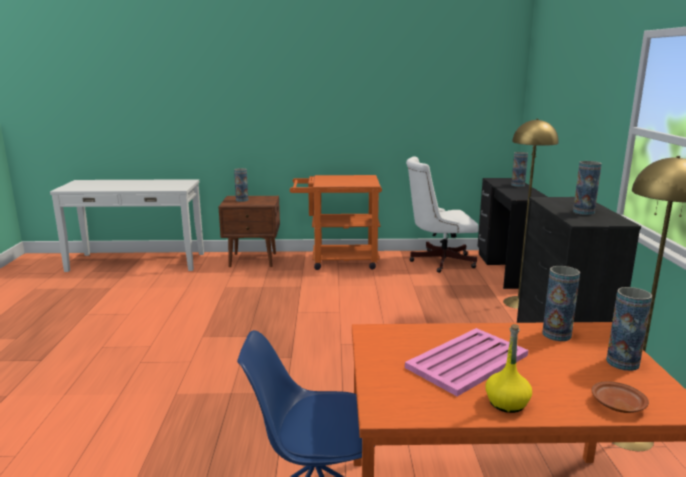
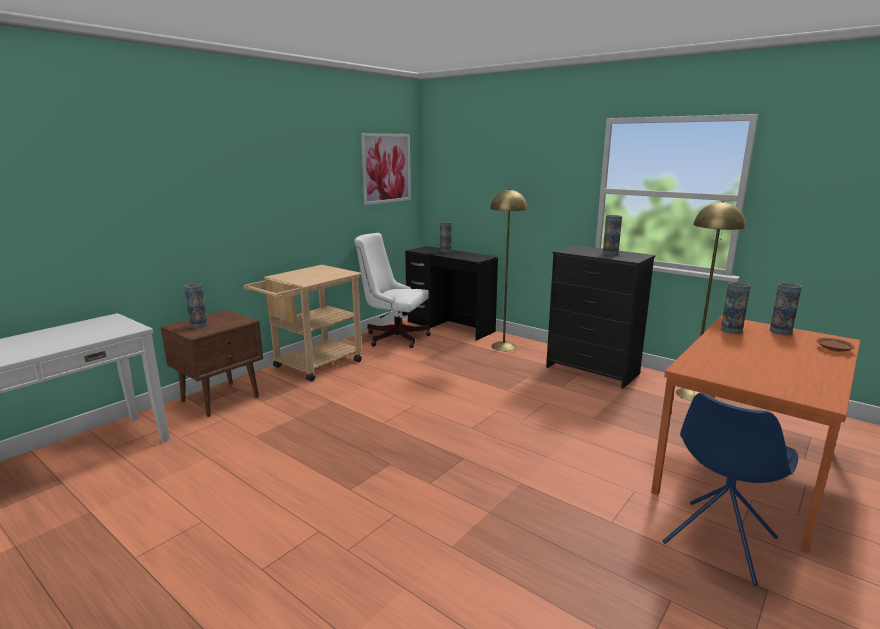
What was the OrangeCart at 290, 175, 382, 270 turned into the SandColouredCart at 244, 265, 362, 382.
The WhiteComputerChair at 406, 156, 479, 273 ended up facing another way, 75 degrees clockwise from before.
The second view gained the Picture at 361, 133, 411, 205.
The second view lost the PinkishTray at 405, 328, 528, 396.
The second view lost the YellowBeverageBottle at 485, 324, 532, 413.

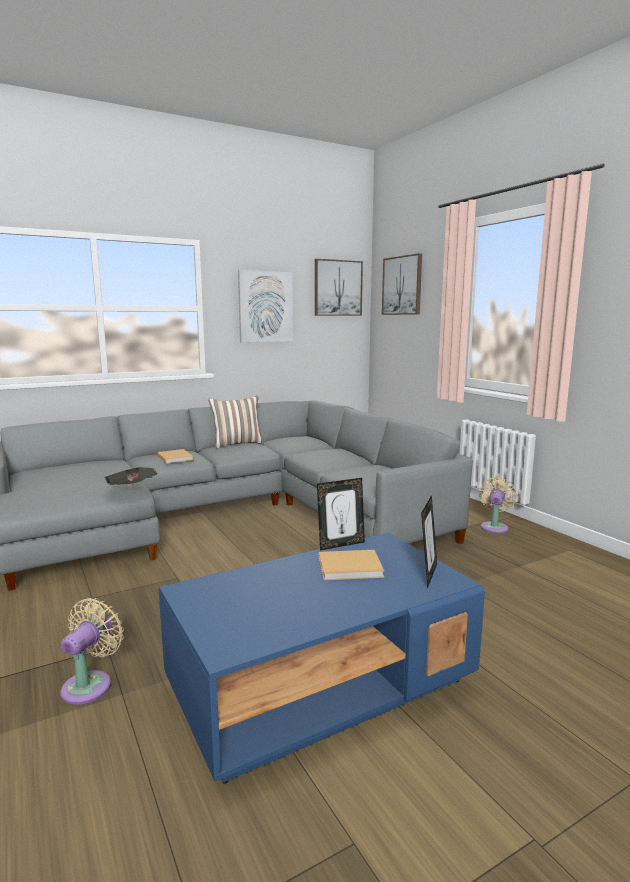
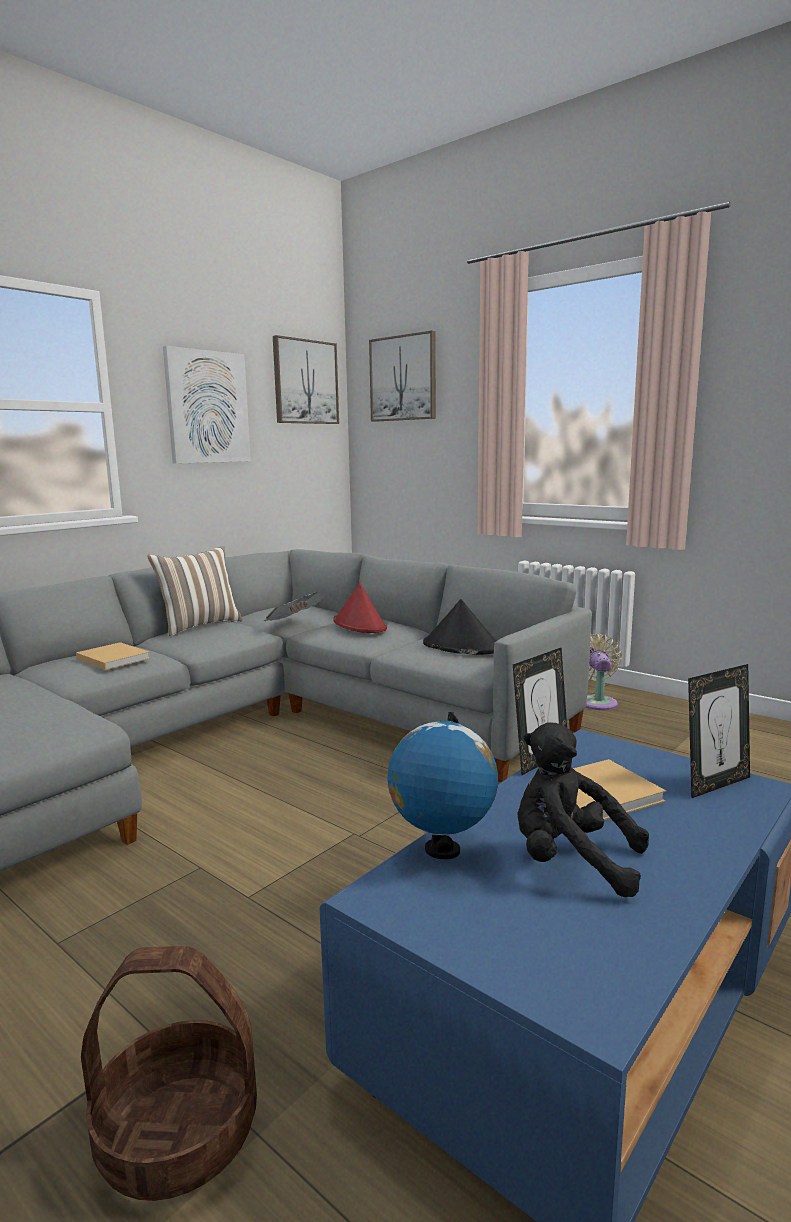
Where the SandColouredFan stood at 60, 598, 124, 705, the HouseholdBasket came to stand at 81, 946, 257, 1201.
The DailyPaper ended up elsewhere, having gone from 104, 467, 158, 485 to 264, 592, 326, 621.
The second view gained the RedWearableHat at 334, 582, 387, 633.
The second view gained the Globe at 387, 712, 498, 859.
The second view gained the BlackWearableHat at 423, 599, 496, 655.
The second view gained the BlackSoftToy at 517, 723, 649, 897.
The StandingFrame at 421, 495, 437, 588 ended up facing another way, 60 degrees clockwise from before.

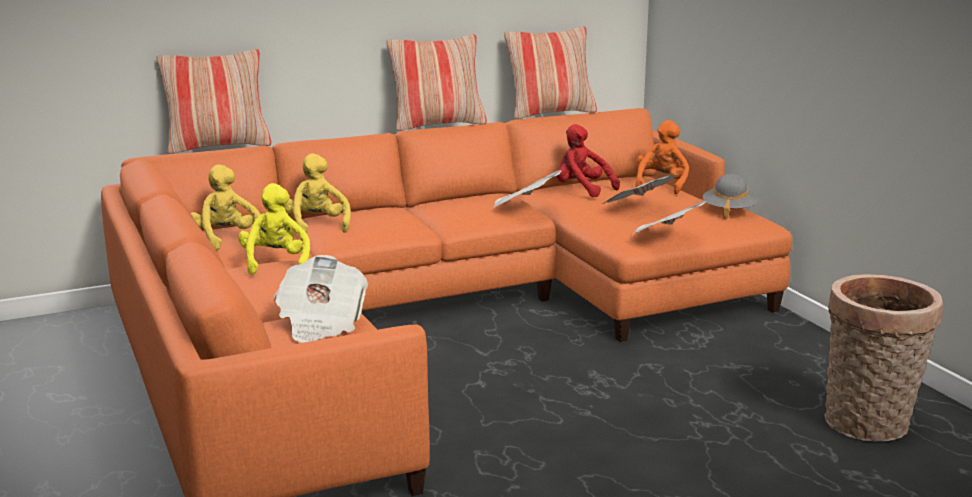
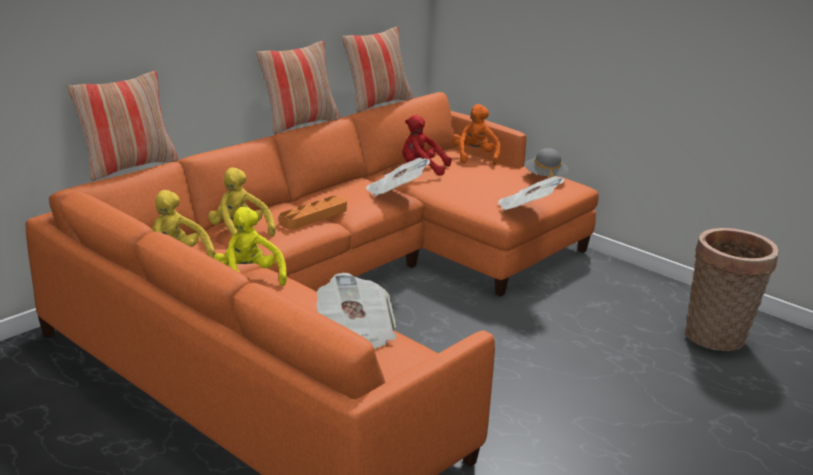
The second view gained the OrangeTray at 279, 196, 347, 230.
The second view lost the DailyPaper at 604, 175, 677, 203.

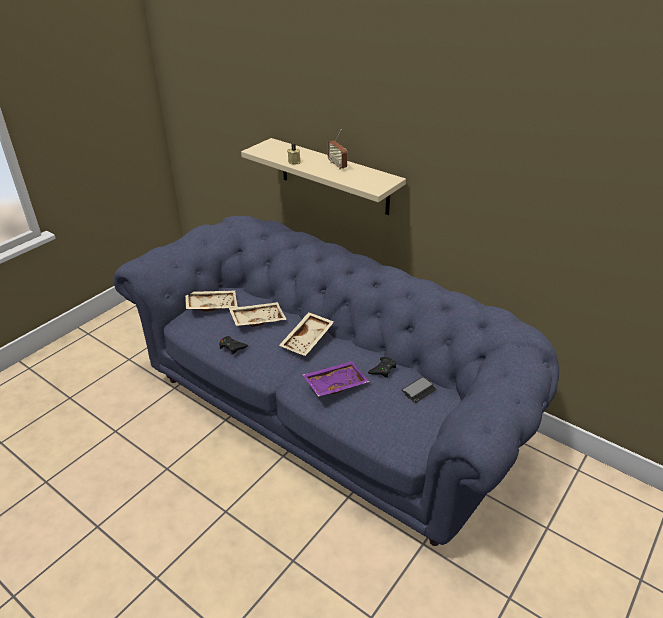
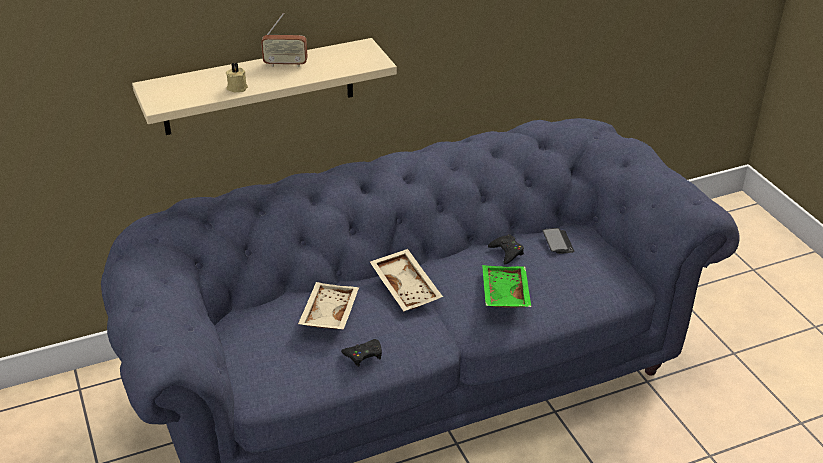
What was the PurplishTray at 302, 361, 369, 397 turned into the GreenishTray at 482, 265, 532, 308.
The second view lost the SandColouredTray at 185, 291, 238, 312.

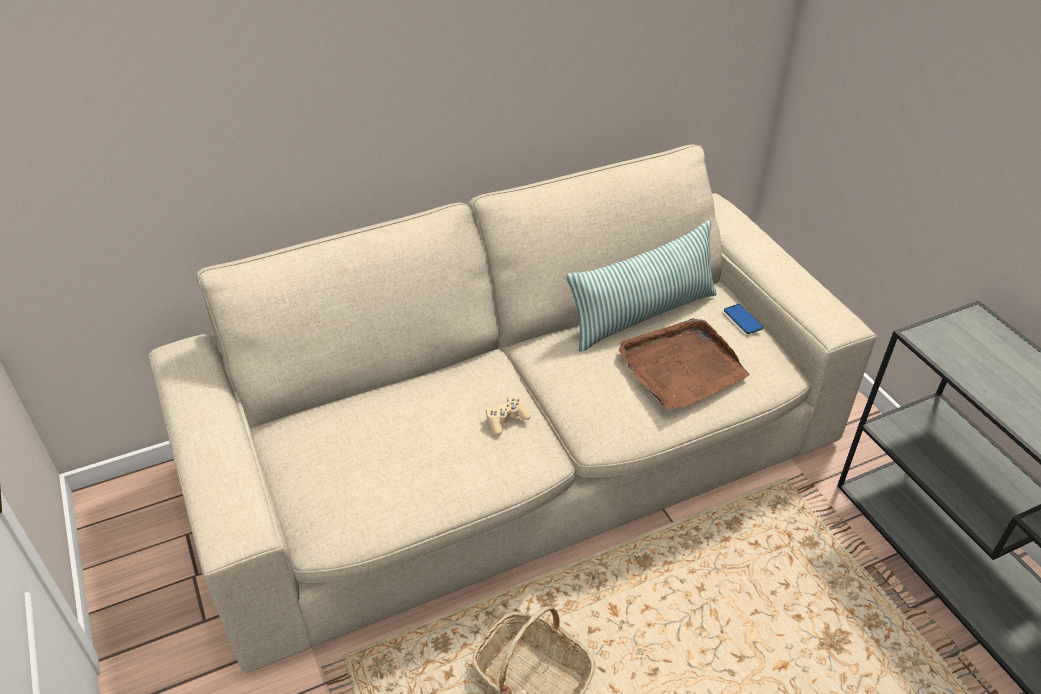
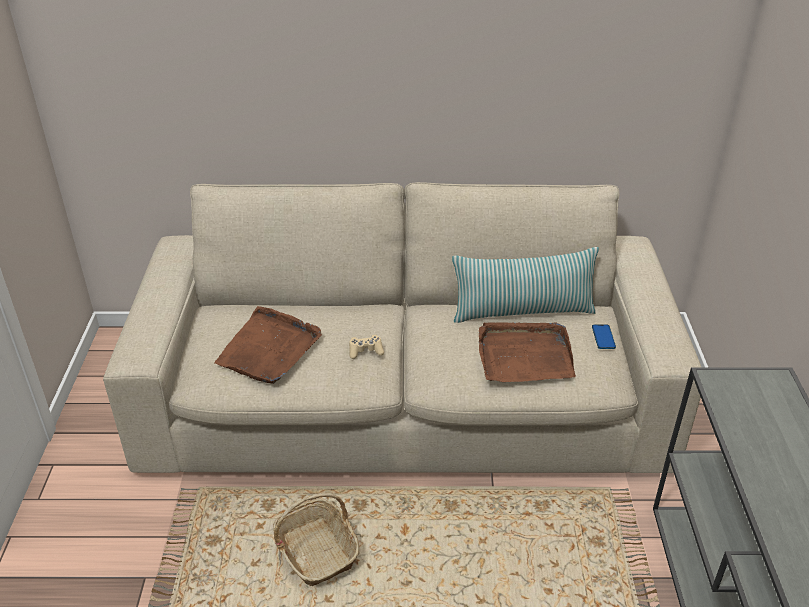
The second view gained the BrownTray at 214, 306, 322, 384.

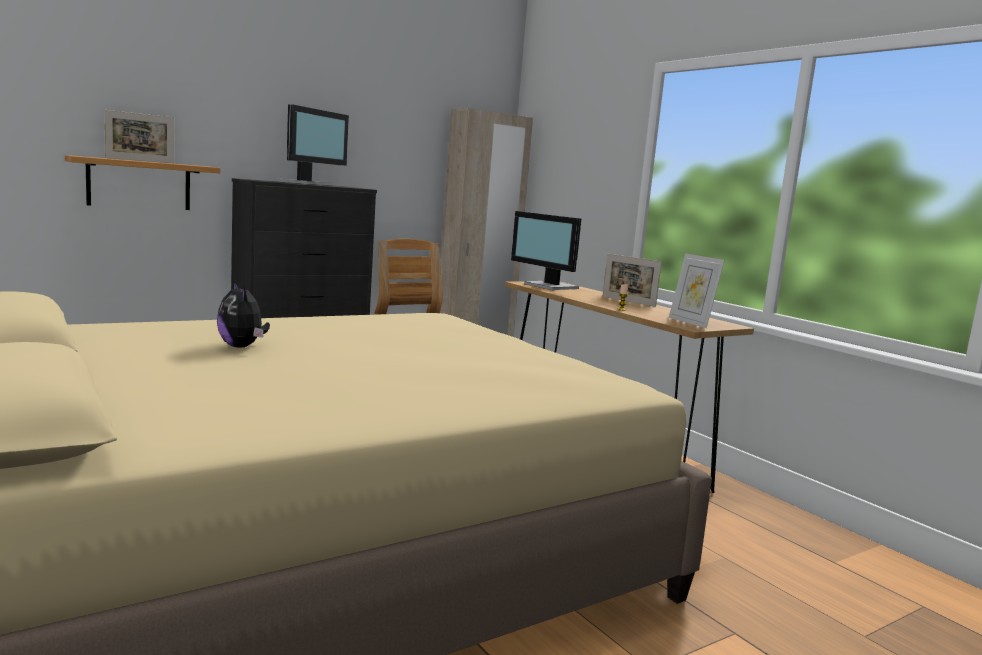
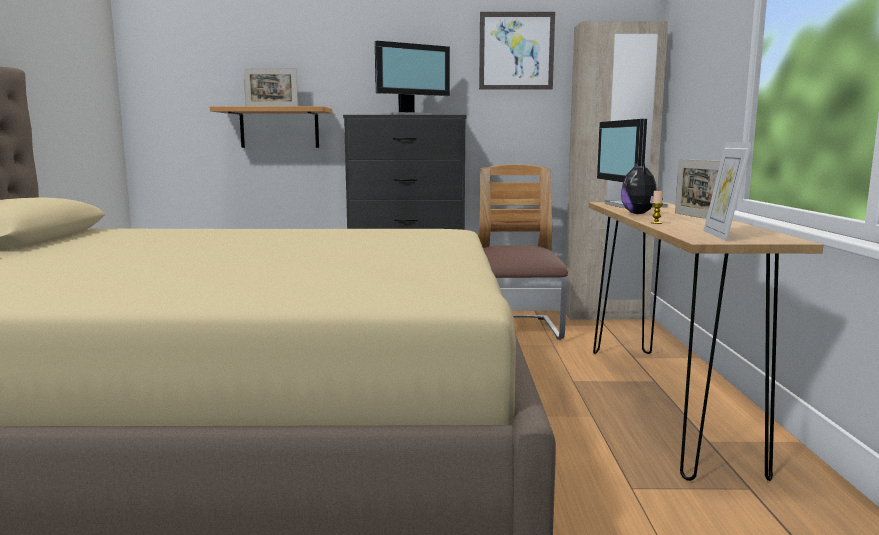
The second view gained the Picture at 479, 12, 555, 90.
The SoftToy ended up elsewhere, having gone from 217, 281, 270, 347 to 621, 162, 663, 214.

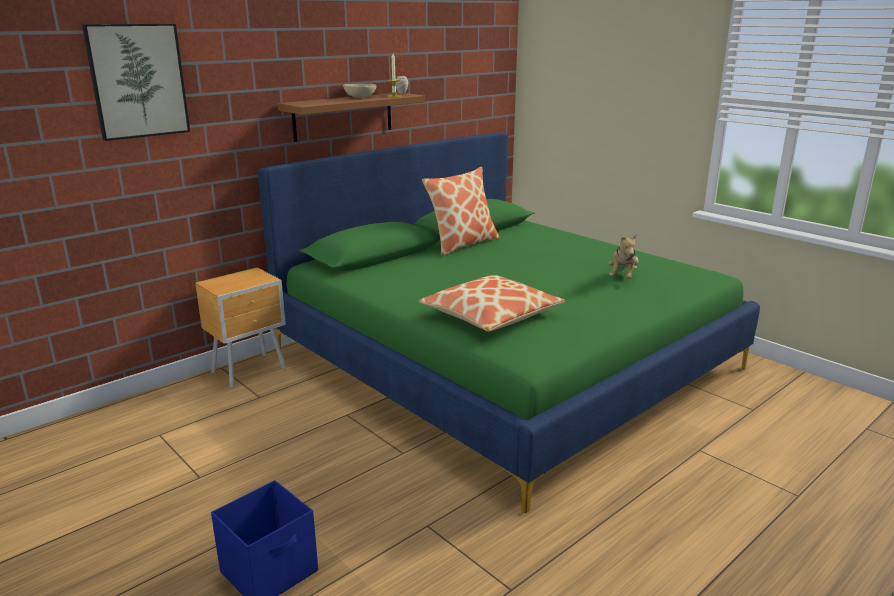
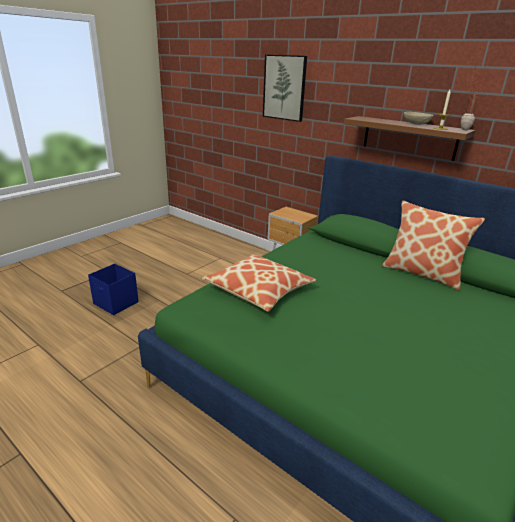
The second view lost the SoftToy at 608, 234, 639, 279.

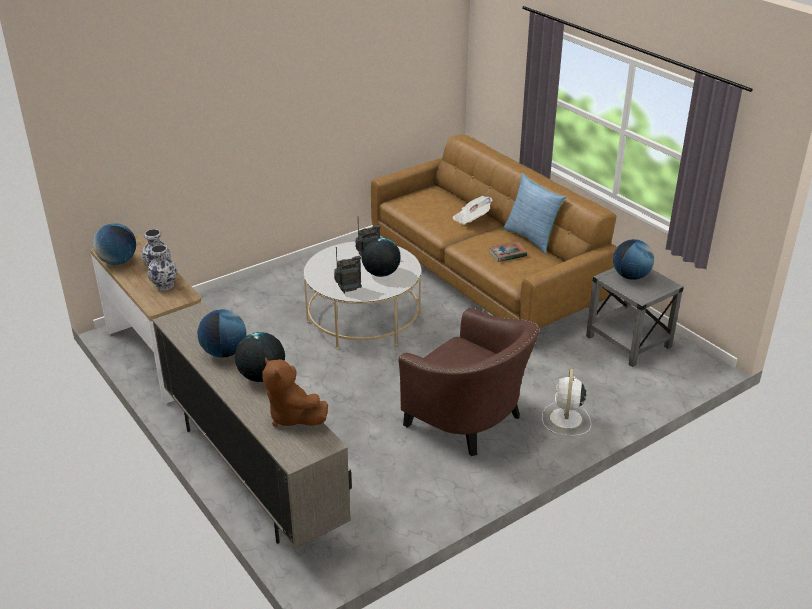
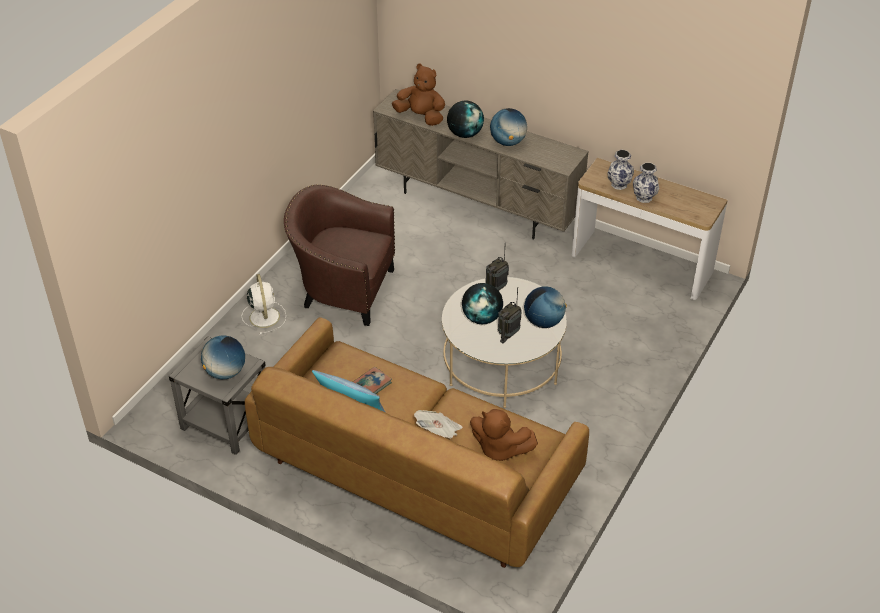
The second view gained the BrownSoftToy at 470, 409, 538, 461.
The Globe ended up elsewhere, having gone from 93, 223, 136, 265 to 524, 286, 567, 328.

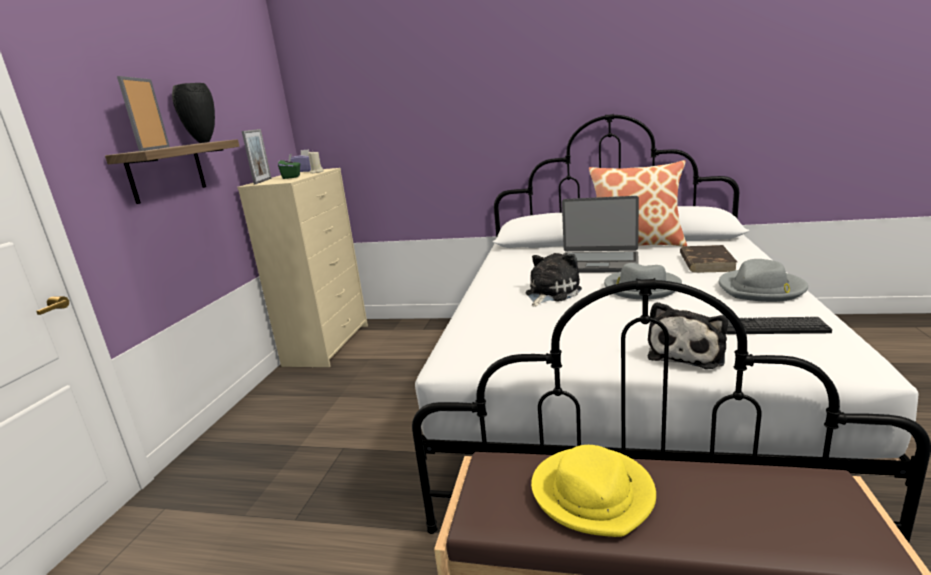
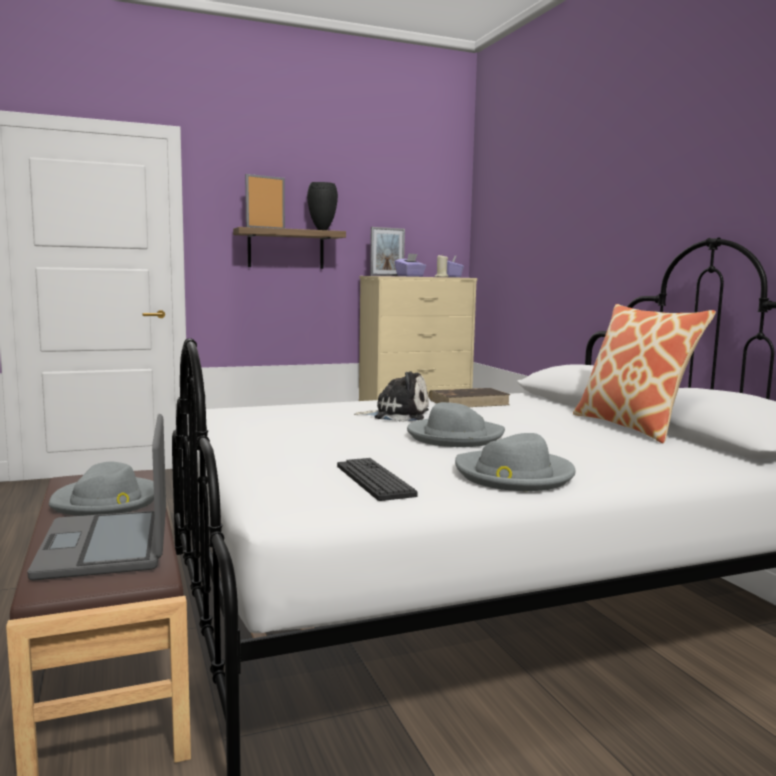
The Laptop ended up elsewhere, having gone from 562, 196, 639, 272 to 27, 414, 166, 580.
What was the YellowWearableHat at 531, 445, 656, 537 turned into the GreyishWearableHat at 49, 462, 154, 516.
What was the GreenishBoxOfTissues at 278, 154, 300, 179 turned into the PurplishBoxOfTissues at 395, 253, 426, 277.
The BrownBoundBook ended up elsewhere, having gone from 680, 245, 737, 273 to 429, 388, 511, 407.
The second view lost the SoftToy at 648, 302, 728, 369.

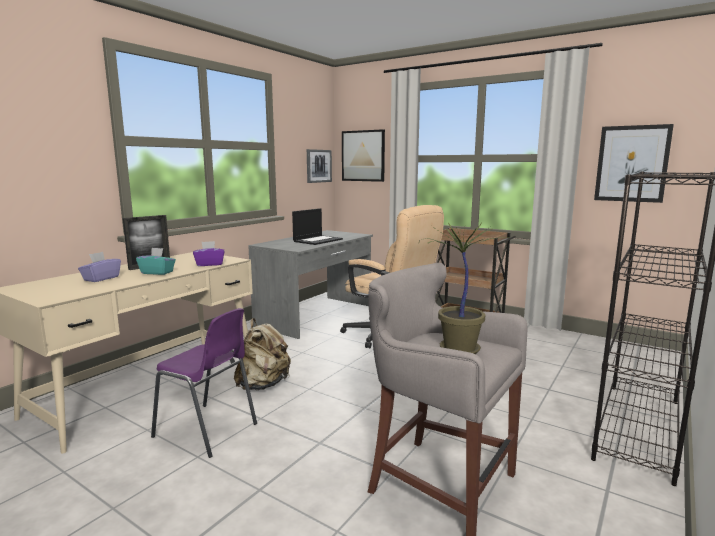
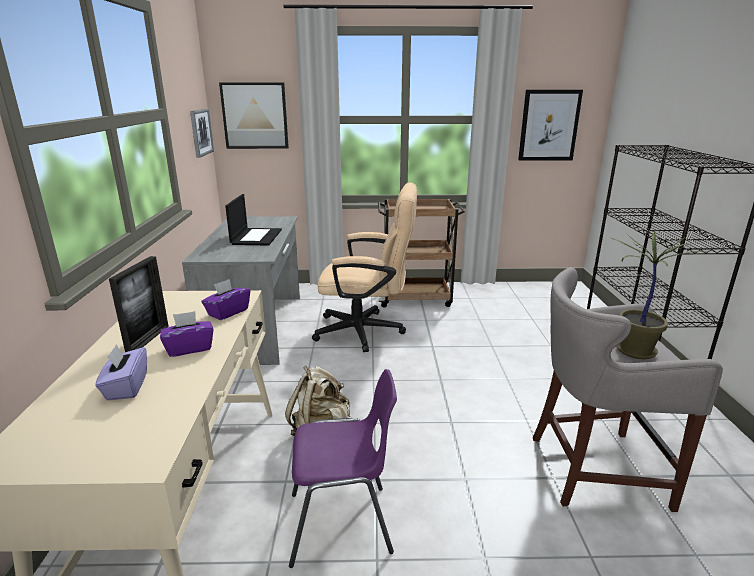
What was the TurquoiseColouredBoxOfTissues at 136, 248, 176, 275 turned into the PurplishBoxOfTissues at 160, 311, 214, 357.

